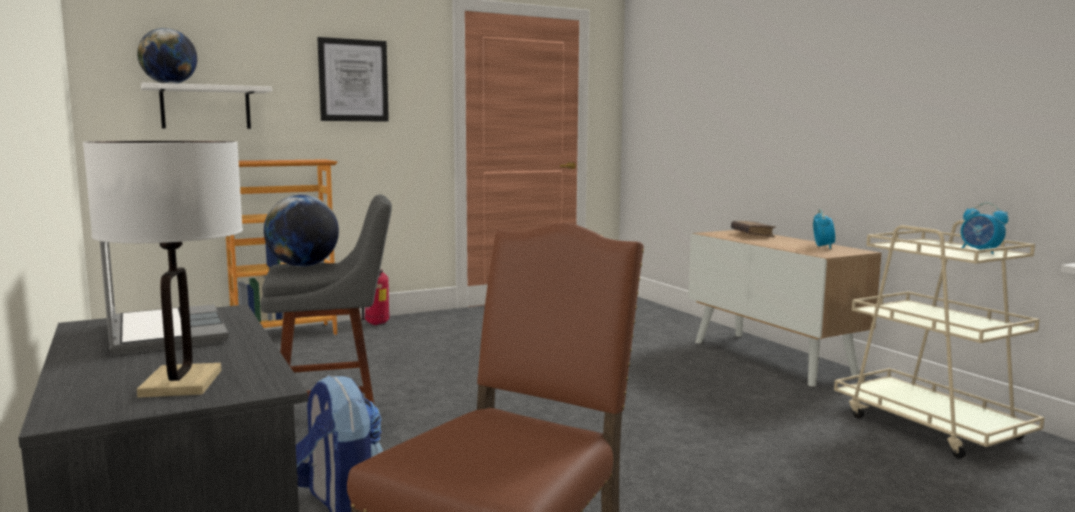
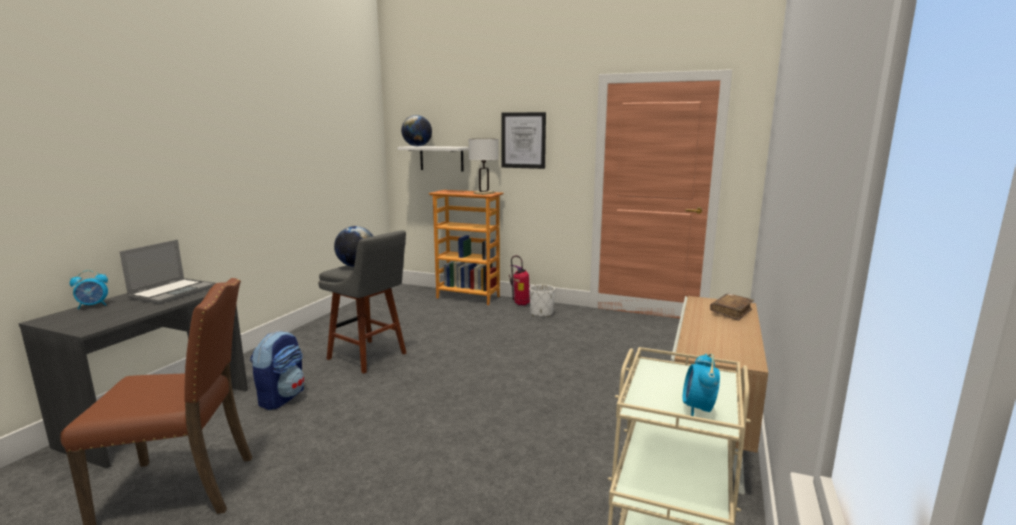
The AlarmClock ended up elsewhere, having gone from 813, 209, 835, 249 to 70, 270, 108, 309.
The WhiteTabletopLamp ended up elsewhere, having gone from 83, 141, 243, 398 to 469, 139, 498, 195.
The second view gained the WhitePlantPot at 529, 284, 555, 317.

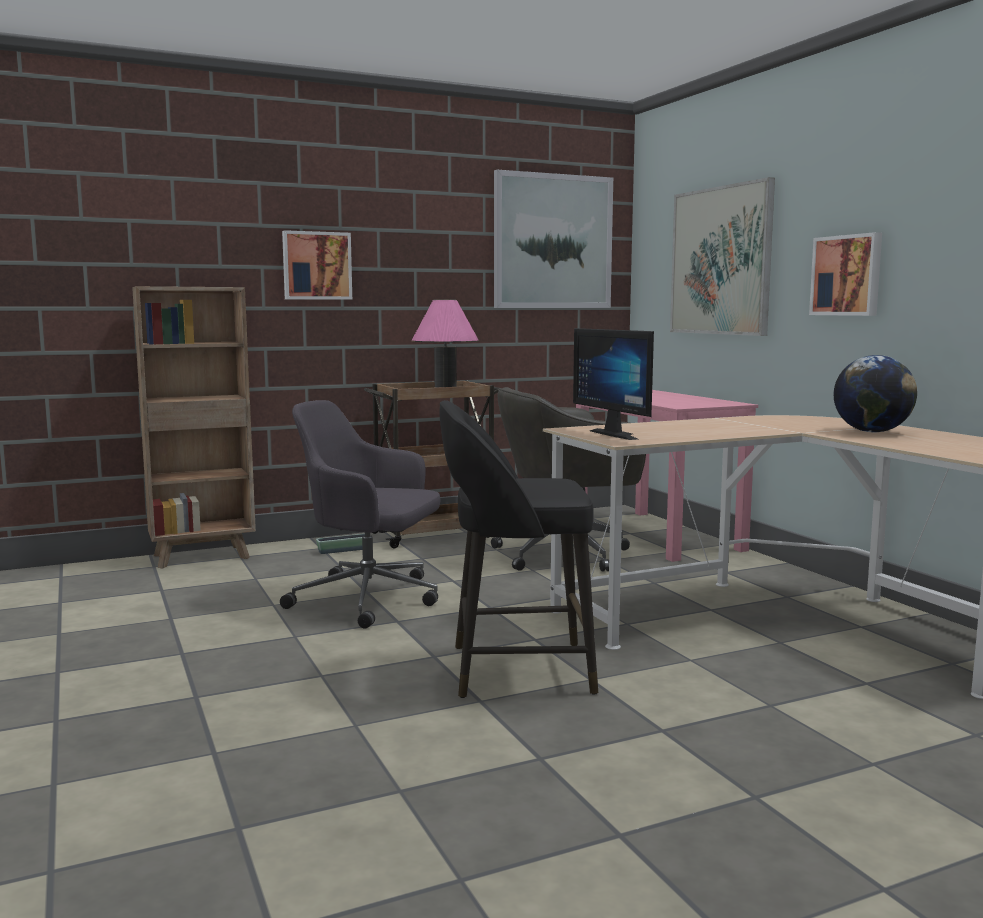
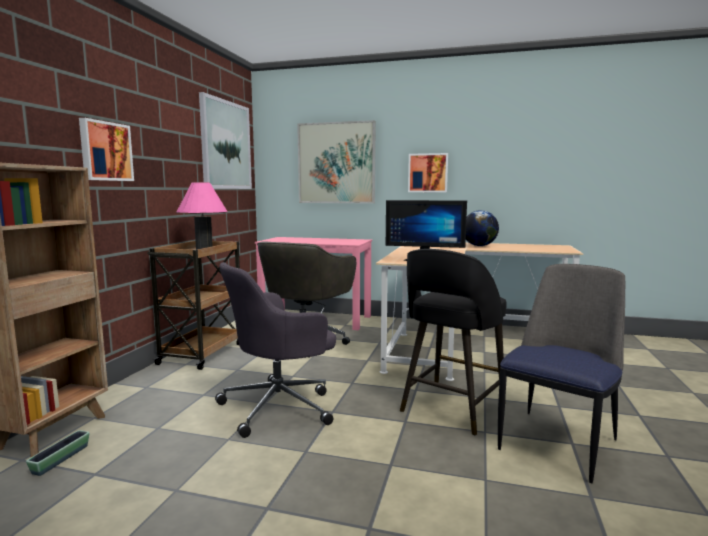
The PlantPot ended up elsewhere, having gone from 316, 534, 365, 554 to 26, 430, 89, 476.
The second view gained the PlainChair at 498, 264, 625, 483.

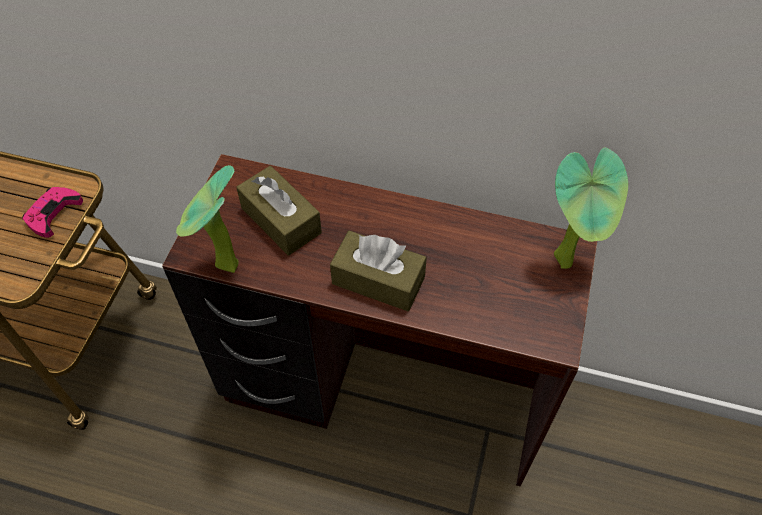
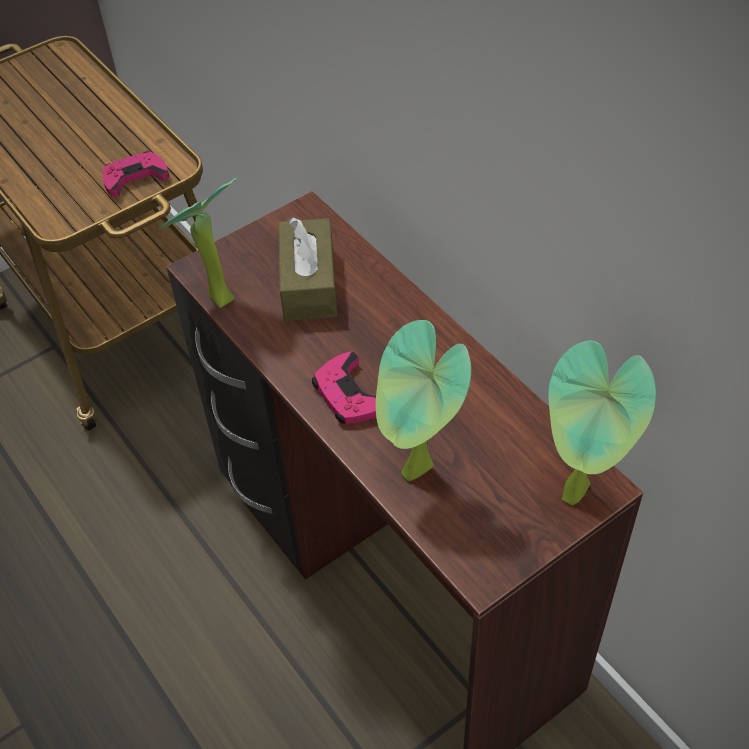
Where the BrownBoxOfTissues stood at 330, 231, 427, 311, the PinkishGameController came to stand at 312, 352, 376, 424.
The second view gained the PlantInAPot at 376, 320, 471, 481.

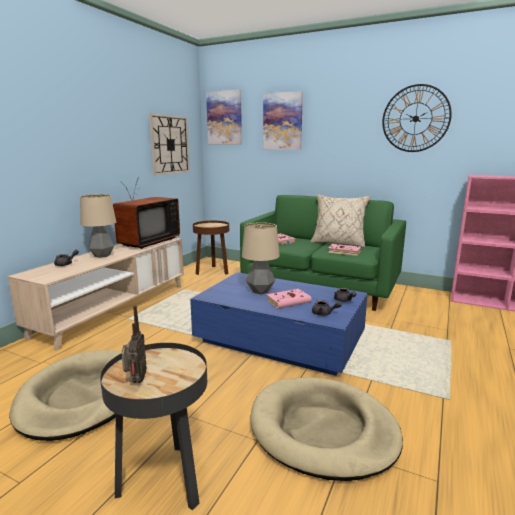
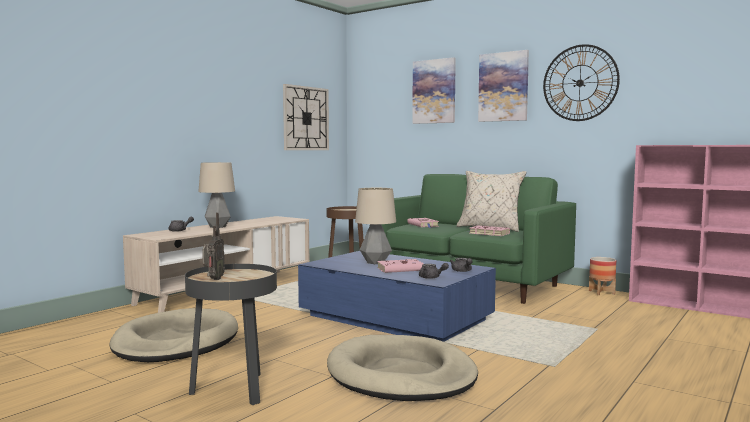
The Picture ended up elsewhere, having gone from 206, 90, 242, 144 to 478, 50, 529, 122.
The second view gained the PlantPot at 589, 257, 616, 295.
The second view lost the TvSet at 113, 177, 180, 249.

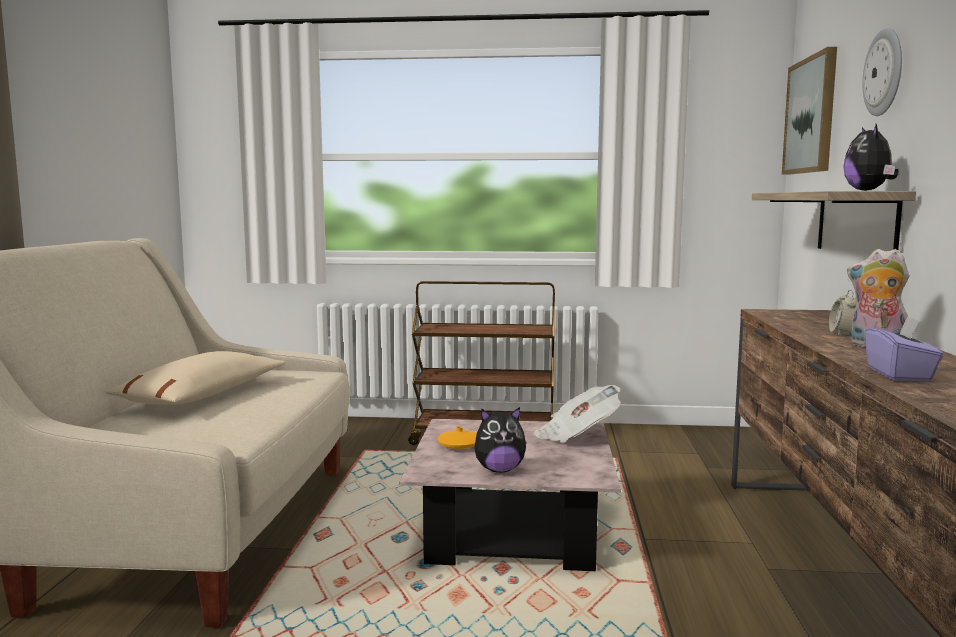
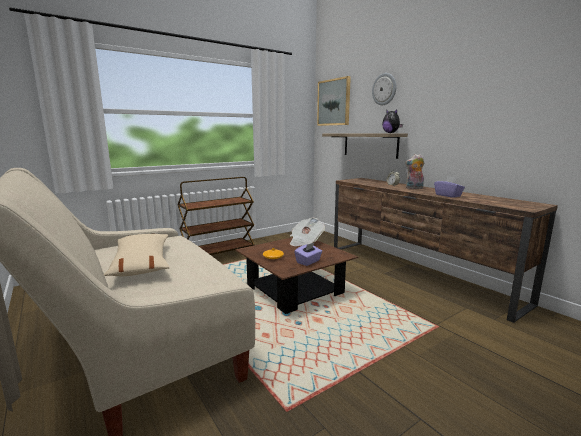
What was the PinkishCoffeeTable at 399, 419, 621, 571 turned into the BrownCoffeeTable at 235, 237, 358, 314.
Where the SoftToy stood at 474, 407, 527, 473, the PurplishBoxOfTissues came to stand at 294, 242, 322, 266.

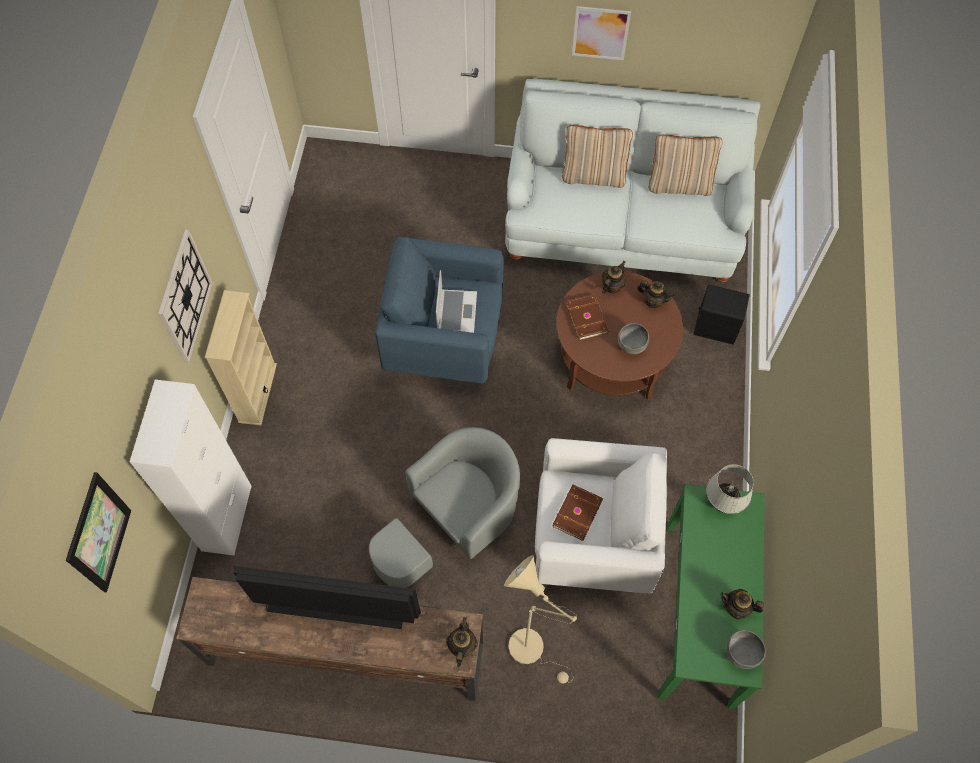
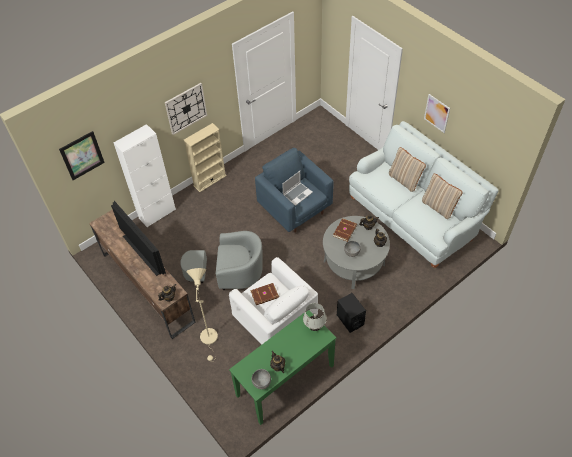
What was the BrownCoffeeTable at 556, 271, 683, 400 turned into the GreyishCoffeeTable at 323, 216, 390, 289.
The BlackSpeaker ended up elsewhere, having gone from 693, 284, 750, 345 to 337, 293, 366, 333.

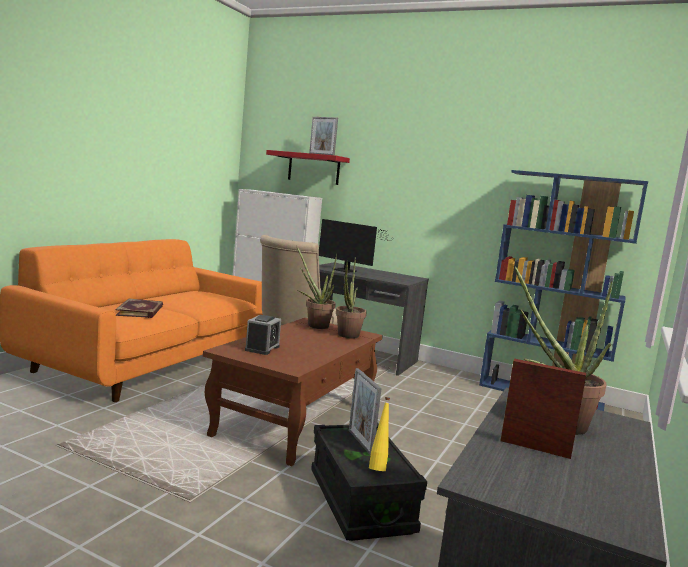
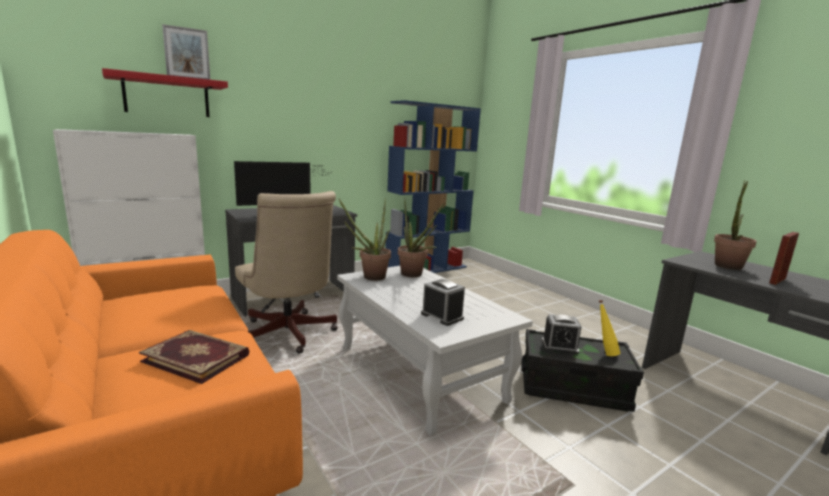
What was the BrownCoffeeTable at 203, 318, 383, 466 turned into the WhiteCoffeeTable at 337, 266, 533, 436.
Where the StandingFrame stood at 349, 368, 382, 456, the AlarmClock came to stand at 542, 314, 581, 354.

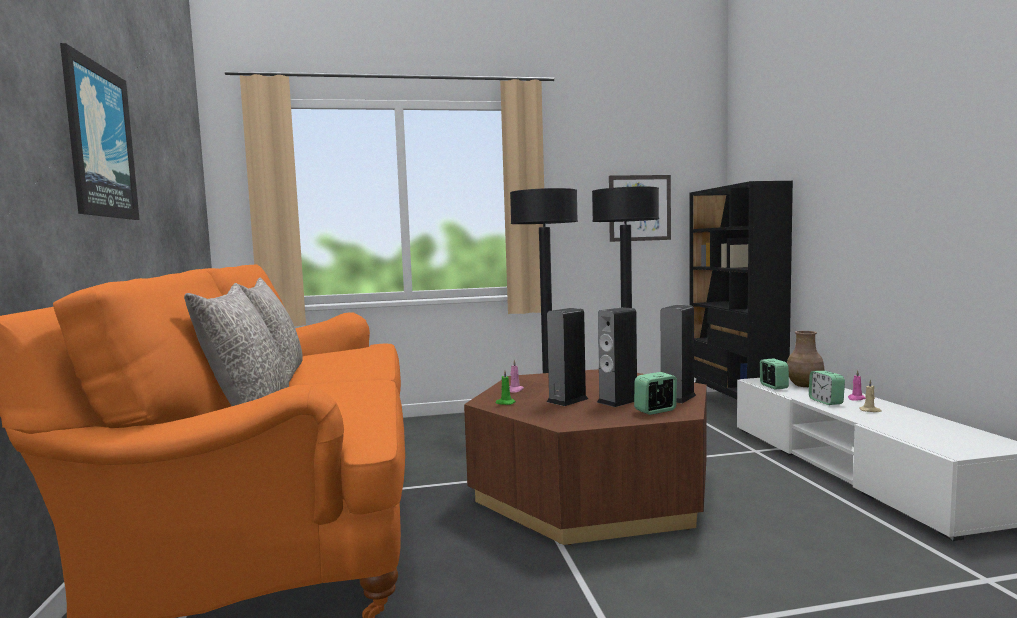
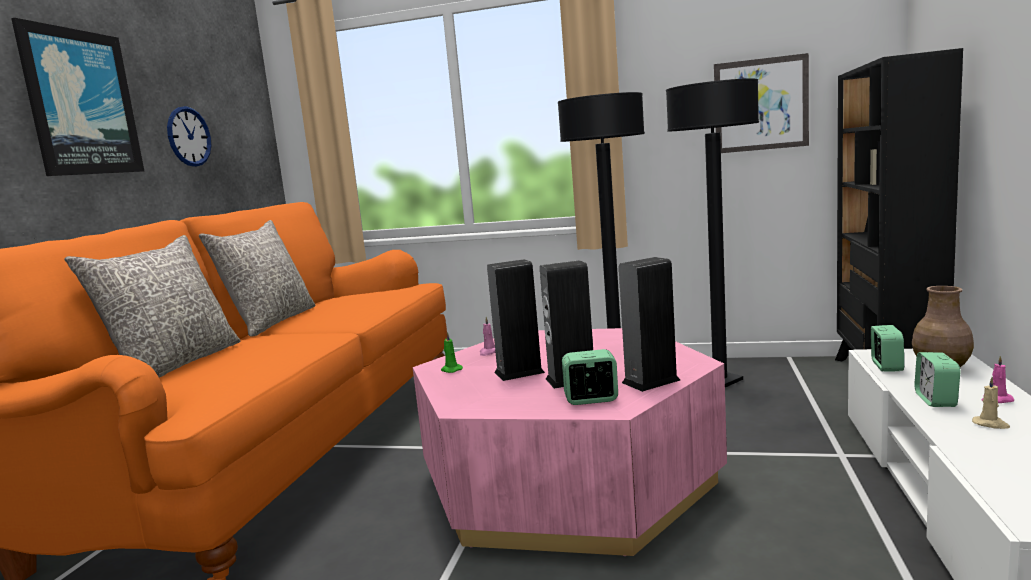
The second view gained the ClockOnTheWall at 167, 106, 212, 167.
What was the BrownCoffeeTable at 464, 369, 707, 545 turned into the PinkishCoffeeTable at 413, 328, 727, 556.

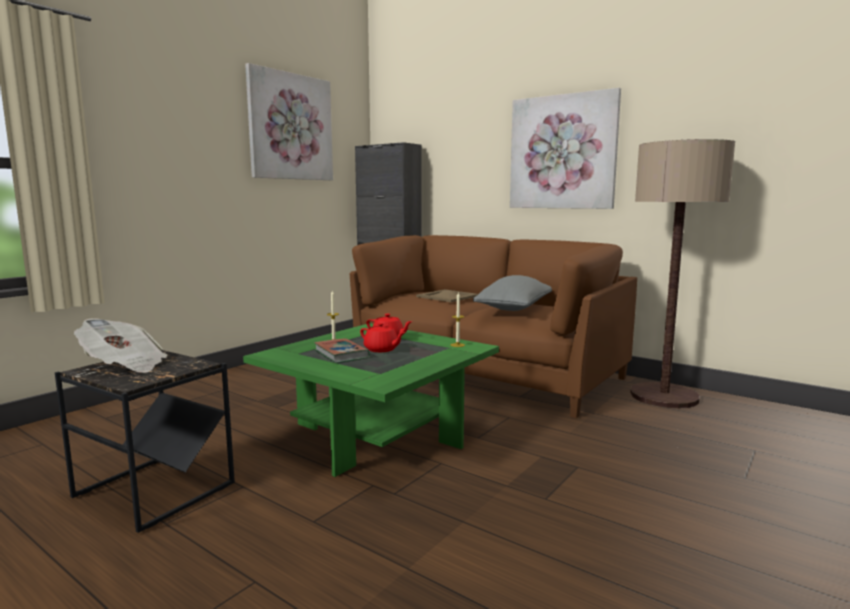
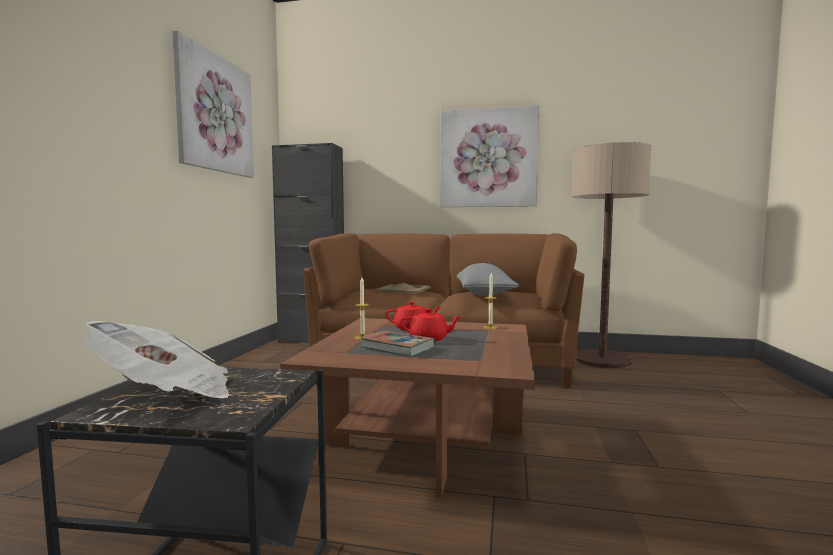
What was the GreenishCoffeeTable at 243, 323, 499, 477 turned into the BrownCoffeeTable at 280, 318, 535, 498.

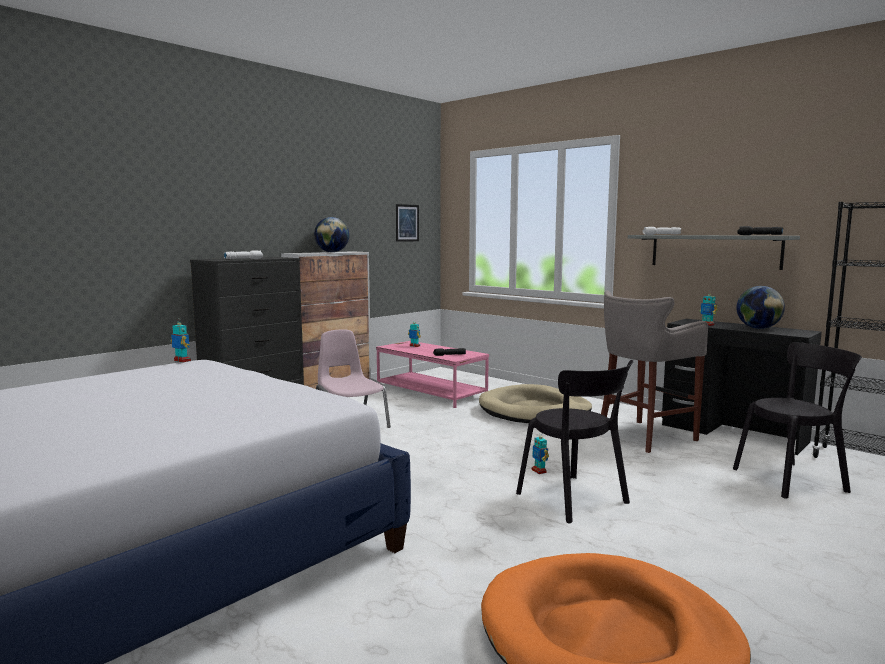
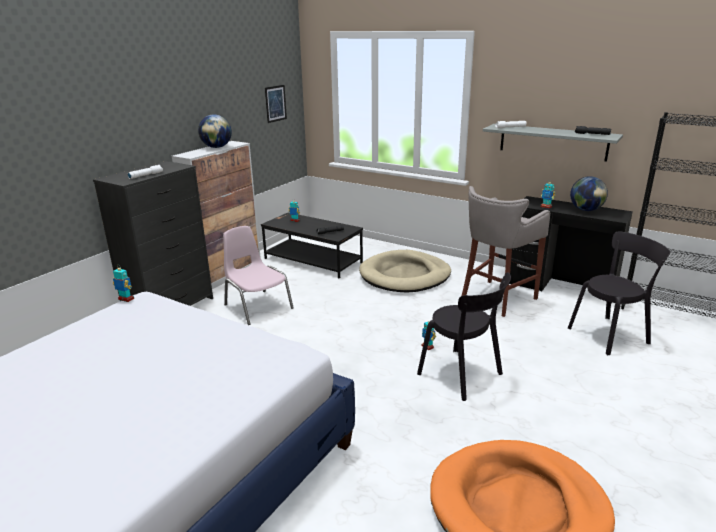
What was the PinkishCoffeeTable at 376, 341, 489, 408 turned into the BlackCoffeeTable at 261, 213, 363, 279.

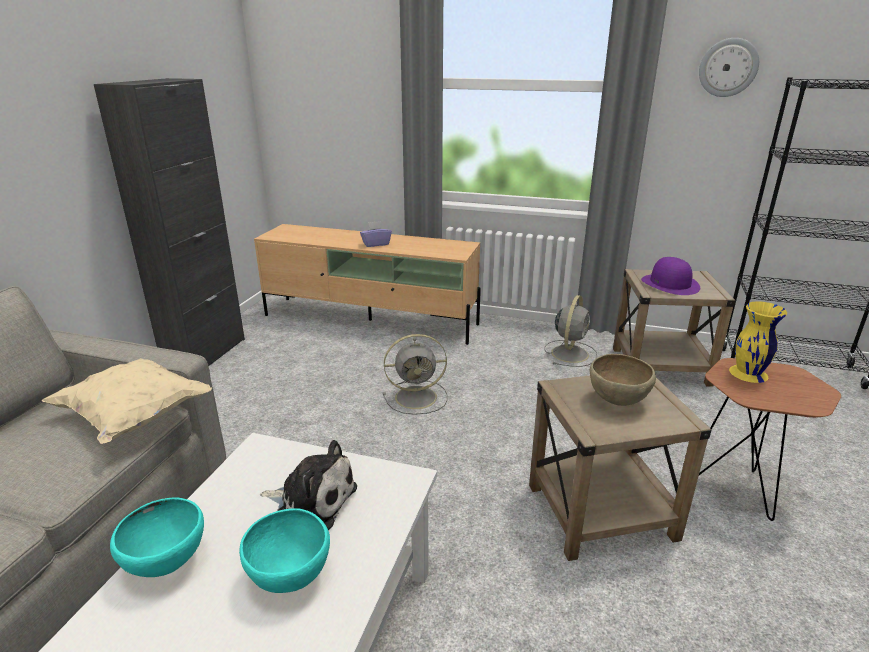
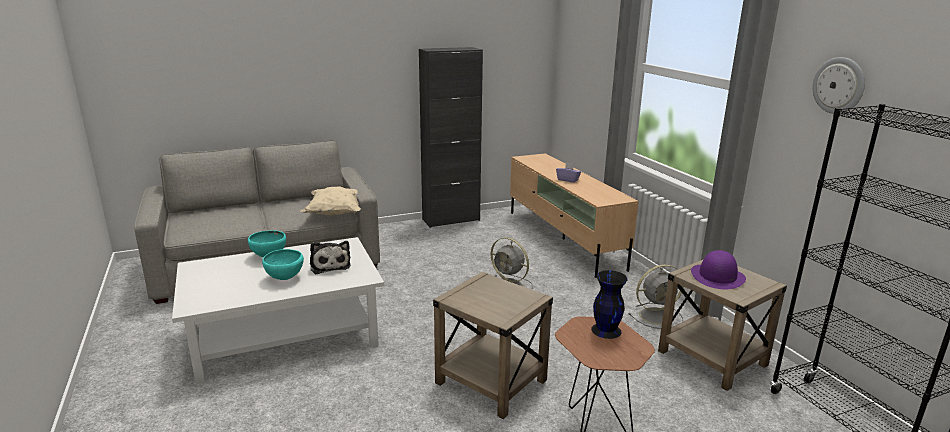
What was the YellowVase at 729, 301, 787, 383 turned into the BlackVase at 591, 270, 628, 339.
The second view lost the BrownServingBowl at 590, 354, 656, 406.

